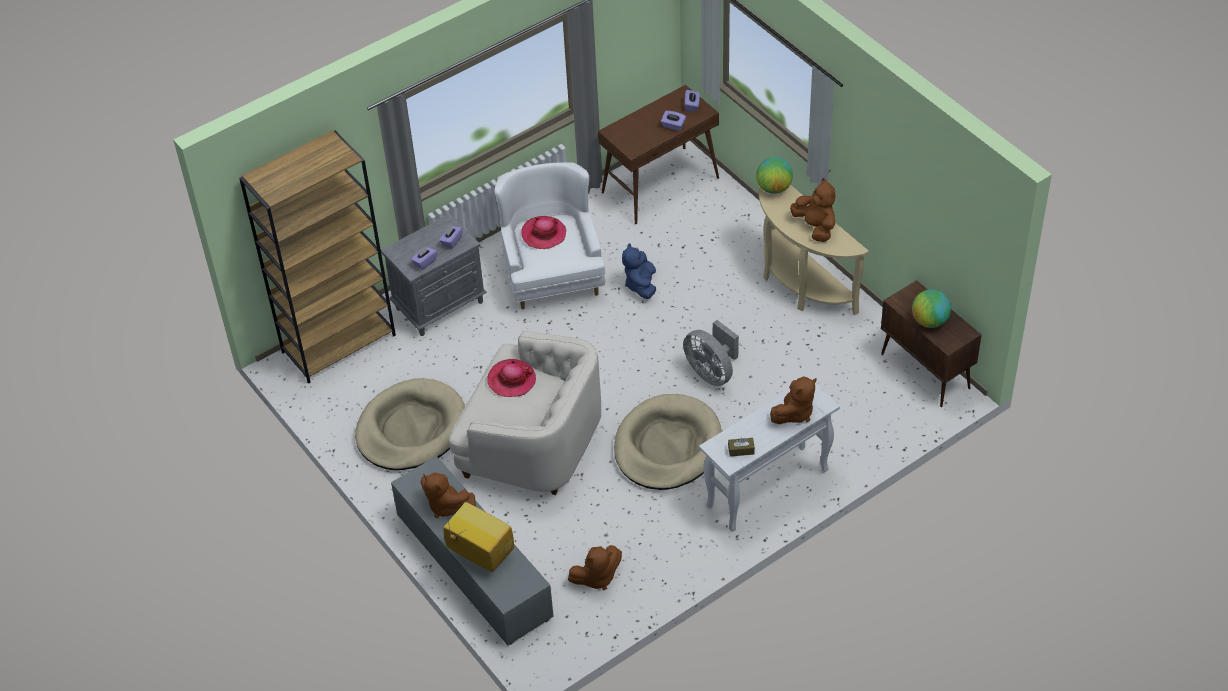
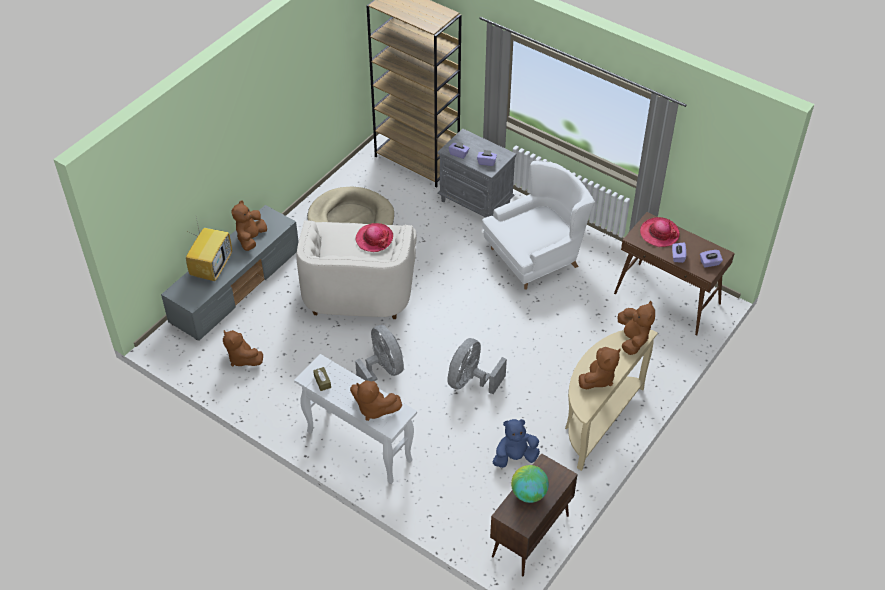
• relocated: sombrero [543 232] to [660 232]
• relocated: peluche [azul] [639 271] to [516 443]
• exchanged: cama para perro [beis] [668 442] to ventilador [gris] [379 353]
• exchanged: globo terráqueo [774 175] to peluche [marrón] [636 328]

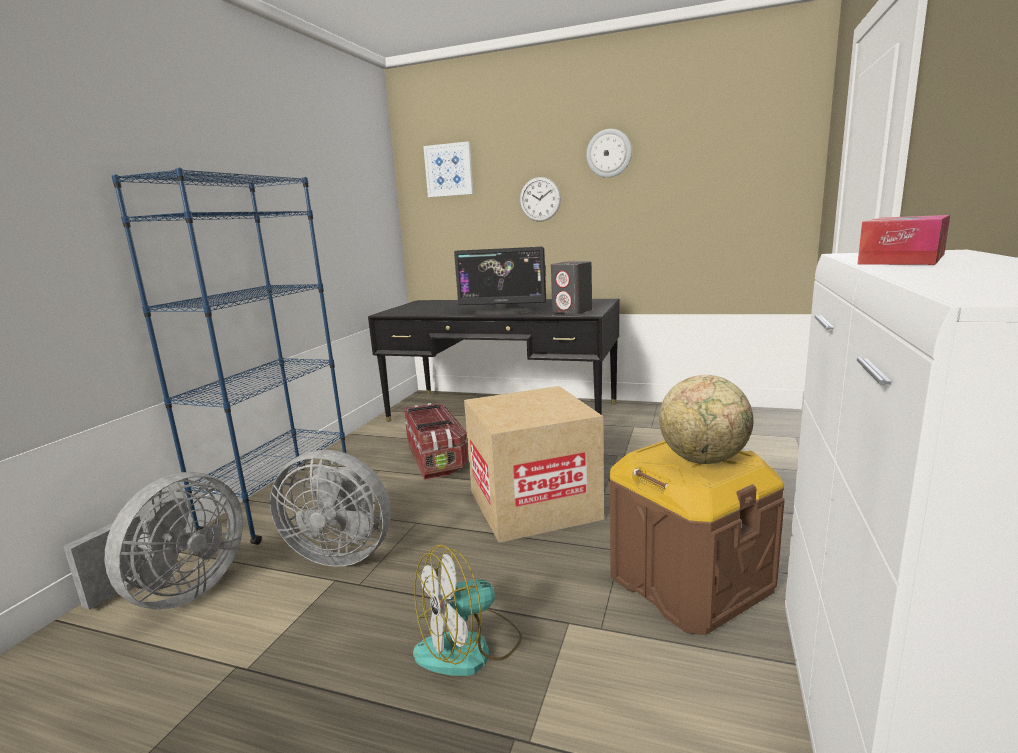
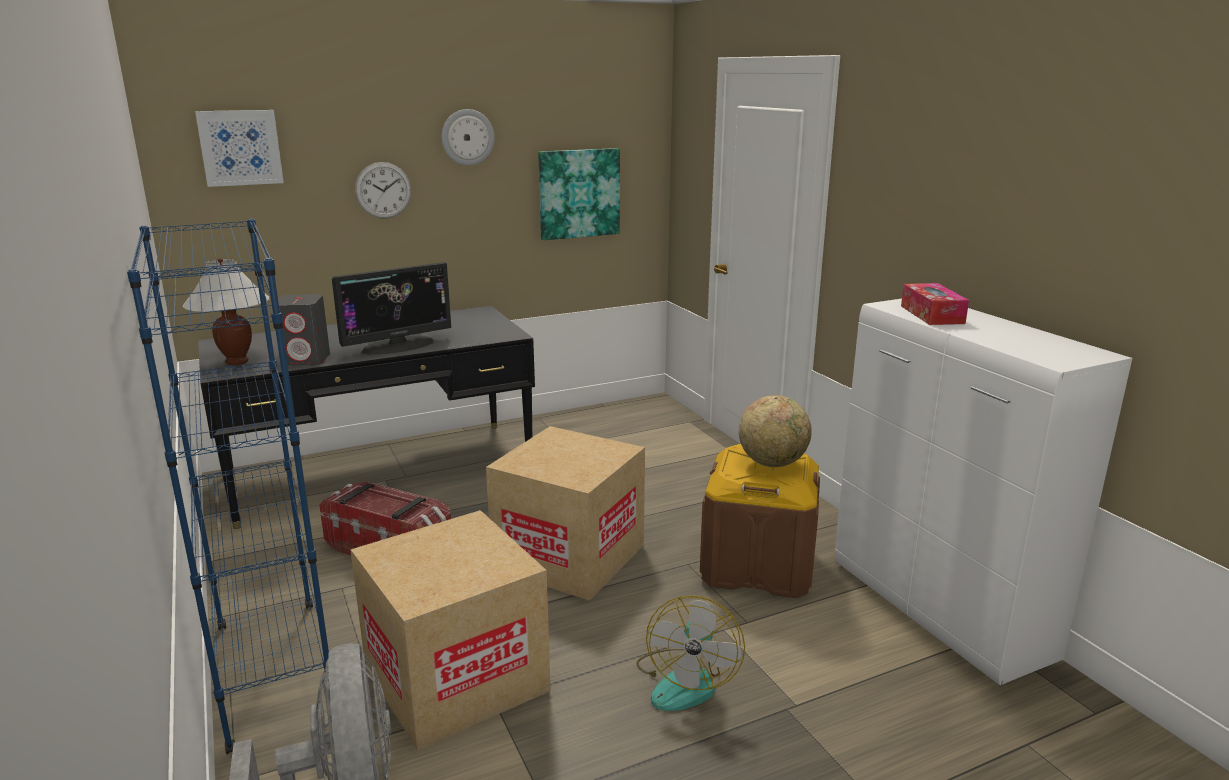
• appeared: lámpara de mesa [blanco] [226 311]
• appeared: cuadro [579 194]
• relocated: altavoz [gris] [571 288] to [304 330]
• exchanged: ventilador [gris] [330 508] to caja de cartón [450 630]

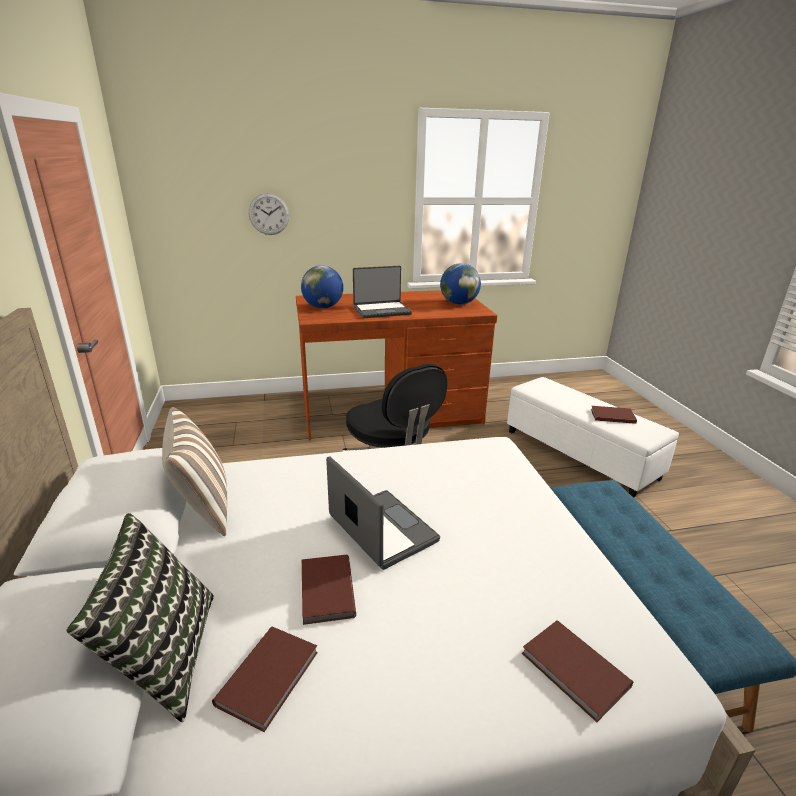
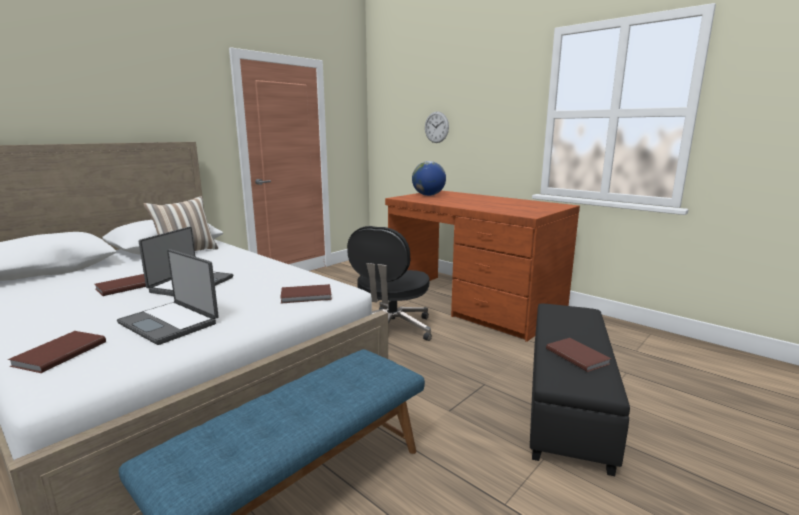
• missing: cojín [140 617]
• missing: globo terráqueo [460 284]
• relocated: libro [marrón] [265 679] to [306 293]
• relocated: portátil [382 292] to [168 297]
• colour: puf [blanco] [593 437] to puf [negro] [580 390]

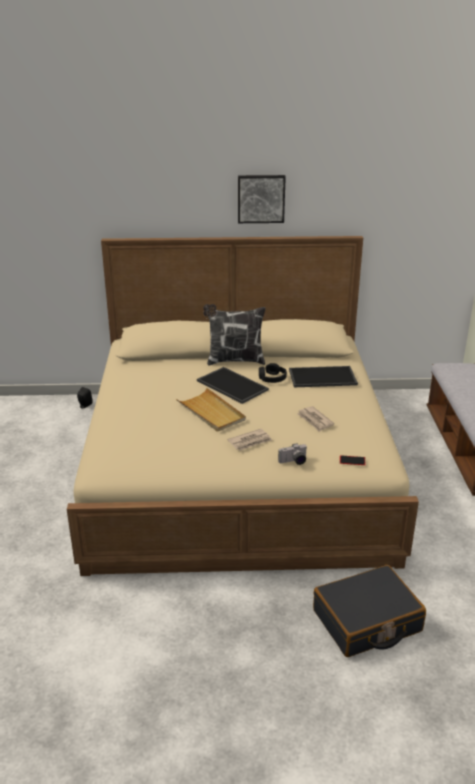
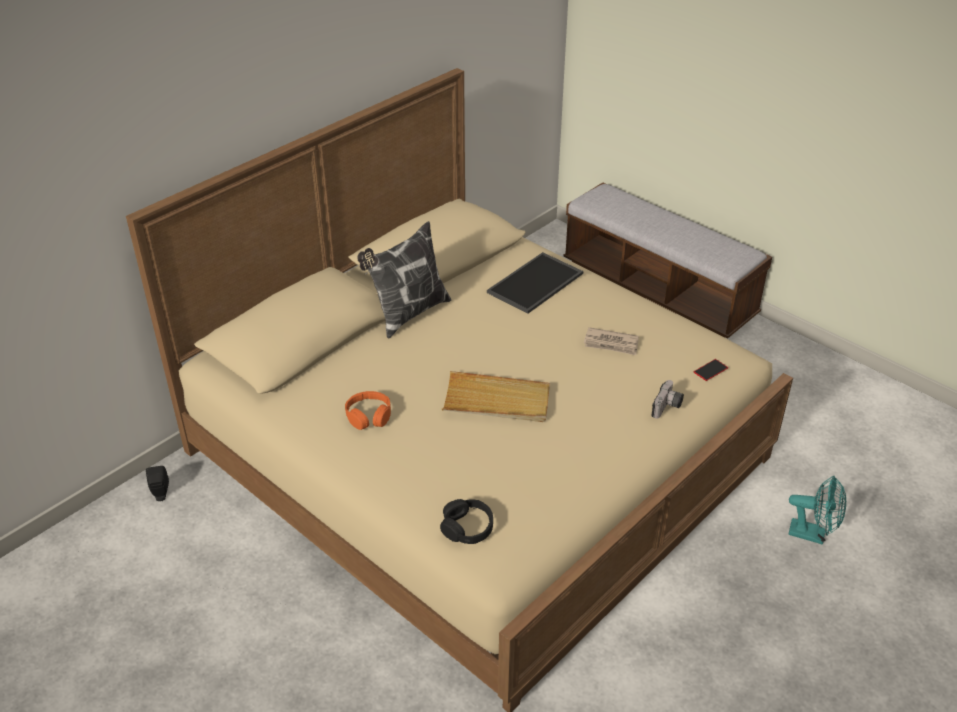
• missing: bandeja [233 385]
• missing: periódico [250 440]
• missing: cuadro [262 199]
• appeared: auriculares [naranja] [368 410]
• relocated: auriculares [negro] [273 373] to [466 521]
• exchanged: maleta [negro] [369 611] to ventilador [turquesa] [817 510]

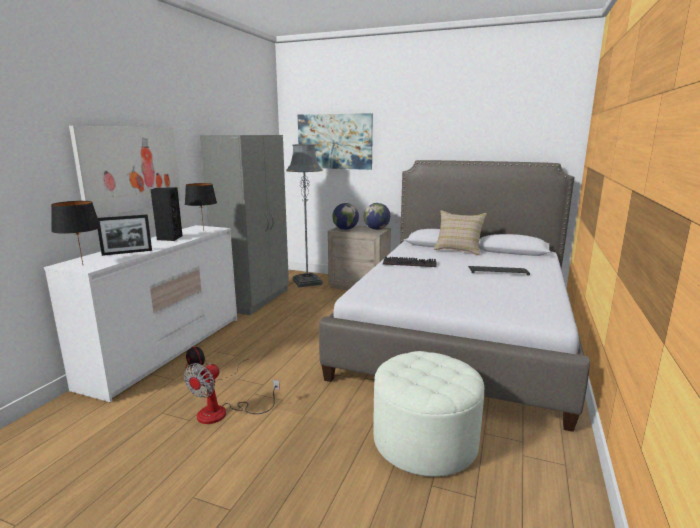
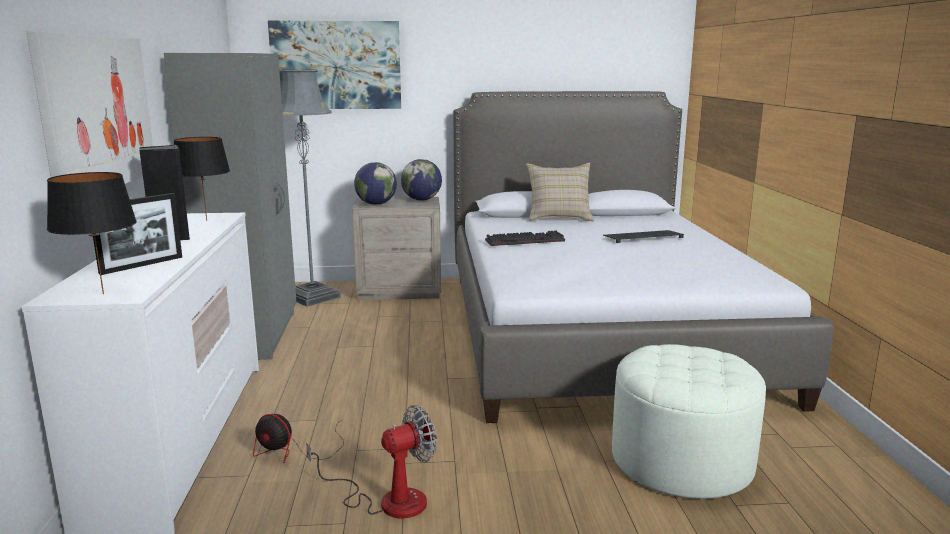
• spun: ventilador [232 393] = [371 461] 120 degrees counterclockwise

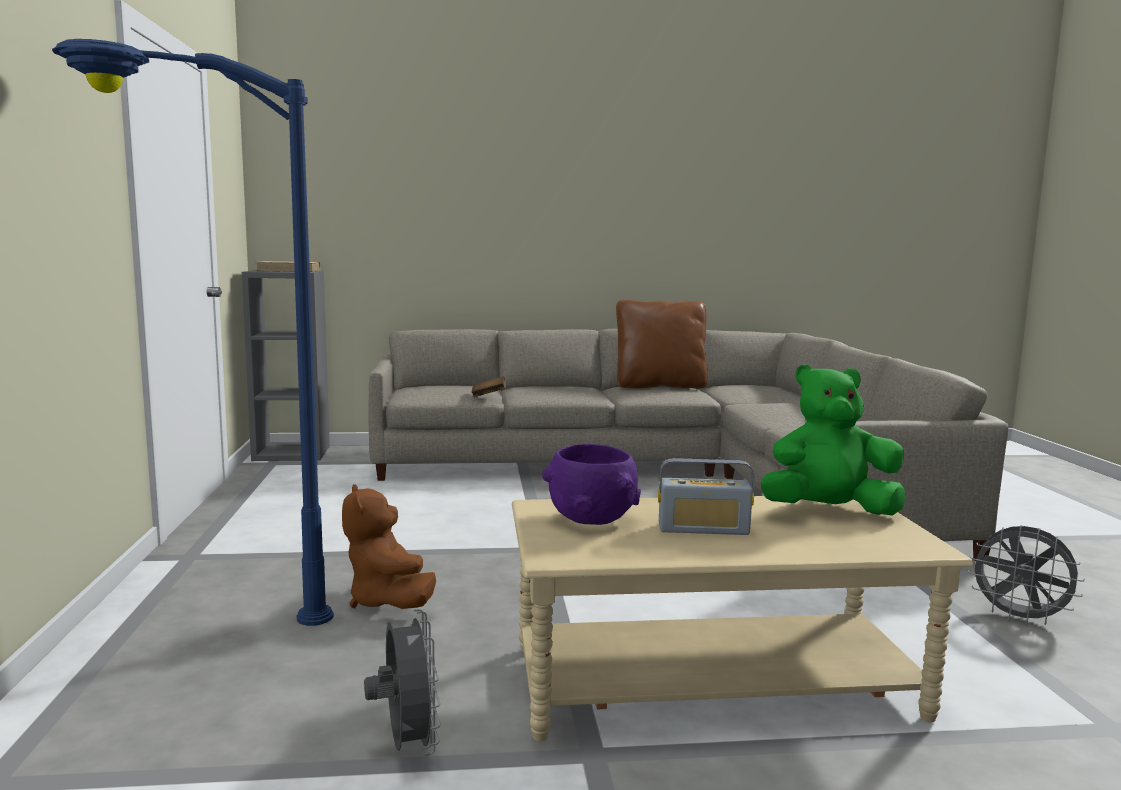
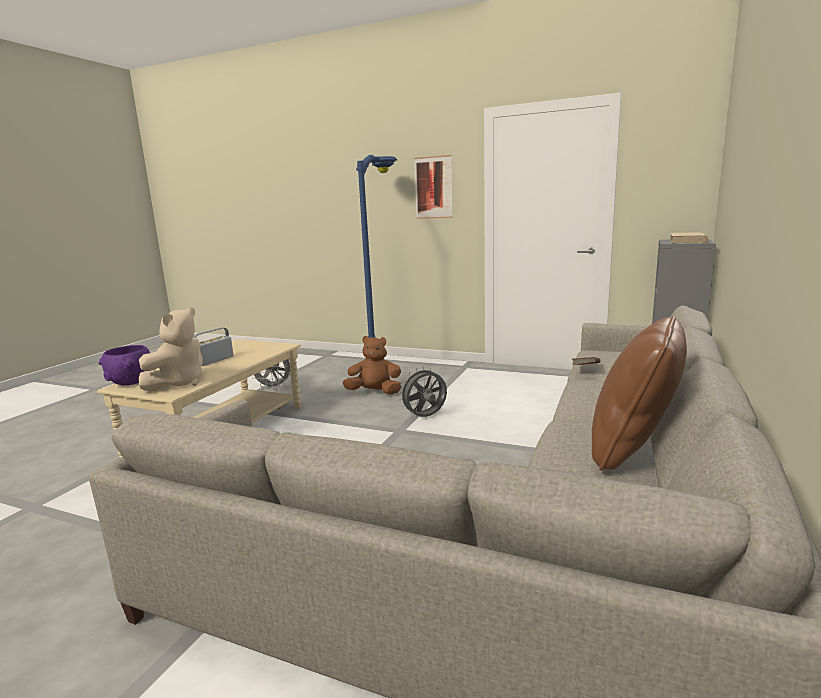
• appeared: cuadro [433 187]
• relocated: cuenco [morado] [591 484] to [125 365]
• relocated: ventilador [gris] [1026 575] to [422 392]
• colour: peluche [verde] [833 440] to peluche [beis] [171 349]

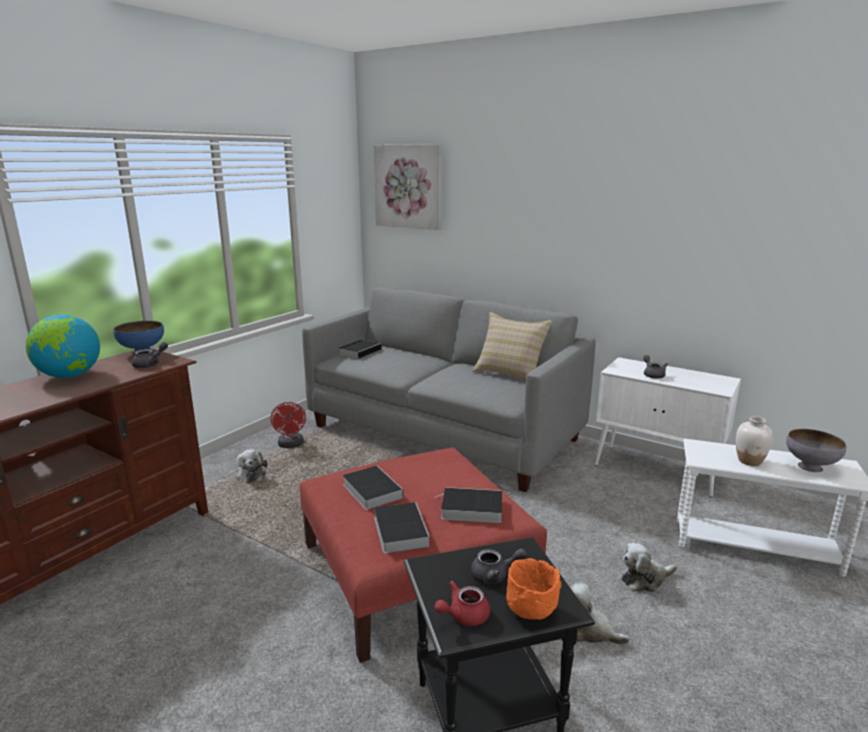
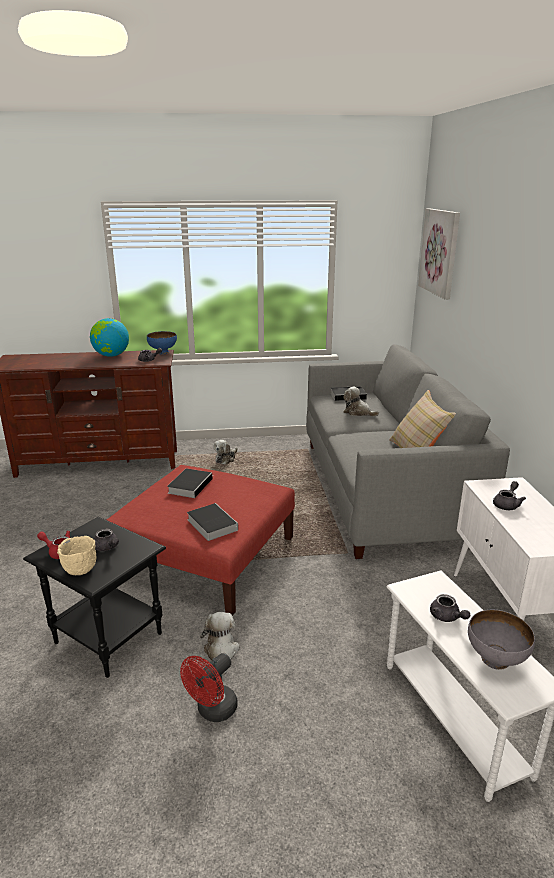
• missing: libro [402 527]
• relocated: ventilador [rojo] [288 425] to [209 687]
• relocated: peluche [649 567] to [361 401]
• exchanged: florero [blanco] [754 441] to tetera [gris] [450 608]
• colour: cuenco [naranja] [533 589] to cuenco [beis] [77 555]

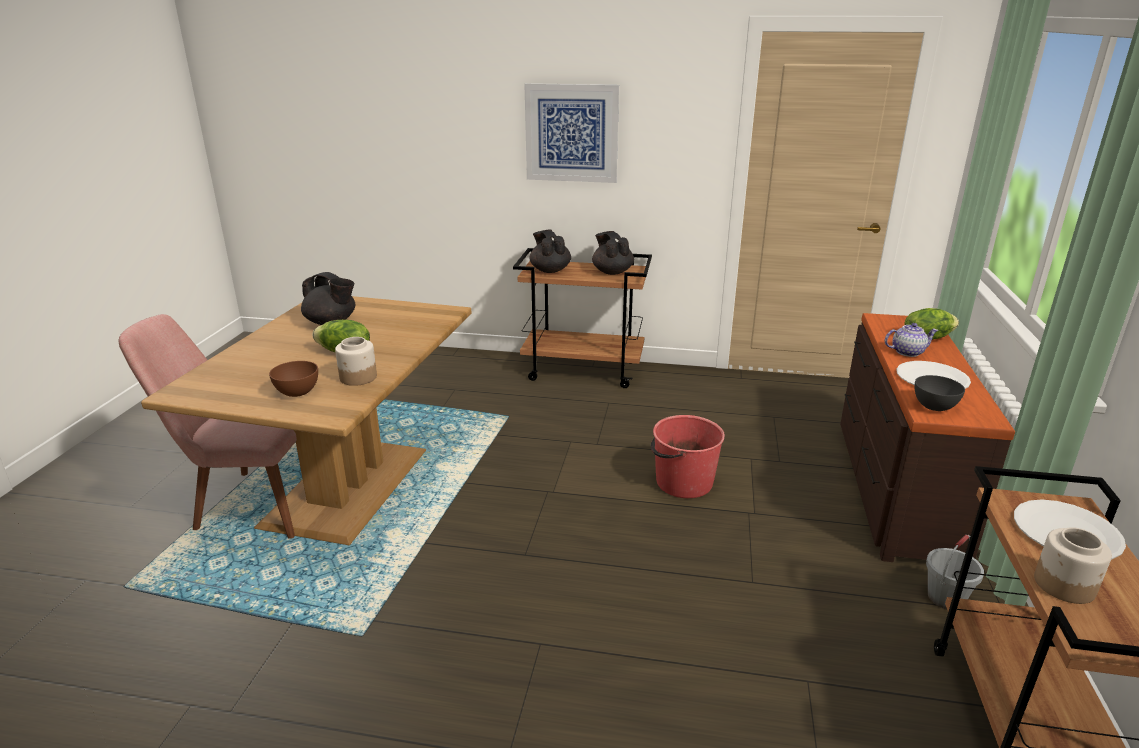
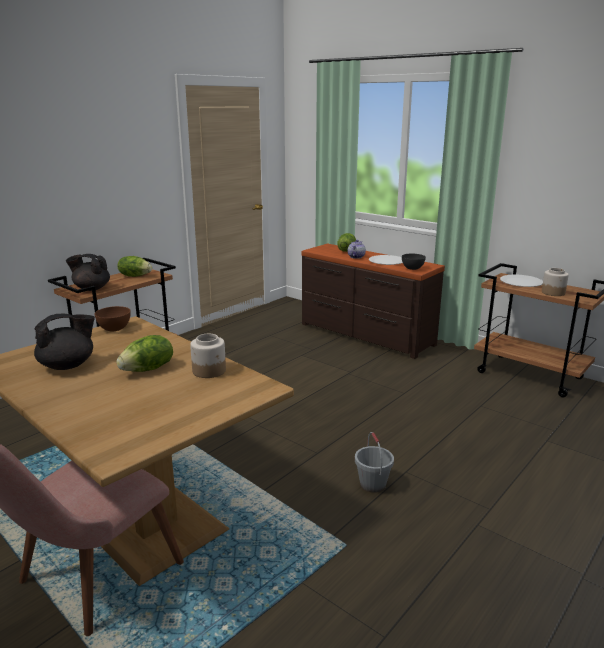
• missing: cuadro [571 133]
• missing: cubo [rojo] [688 456]
• relocated: cuenco [marrón] [293 379] to [113 318]
• relocated: cubo [gris] [955 572] to [374 462]
• exchanged: tetera [negro] [613 253] to lechuga [135 266]

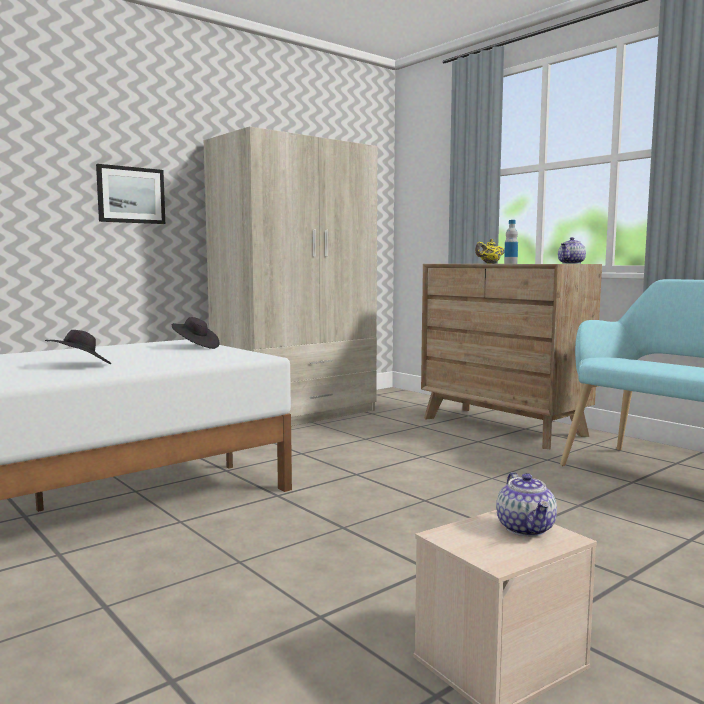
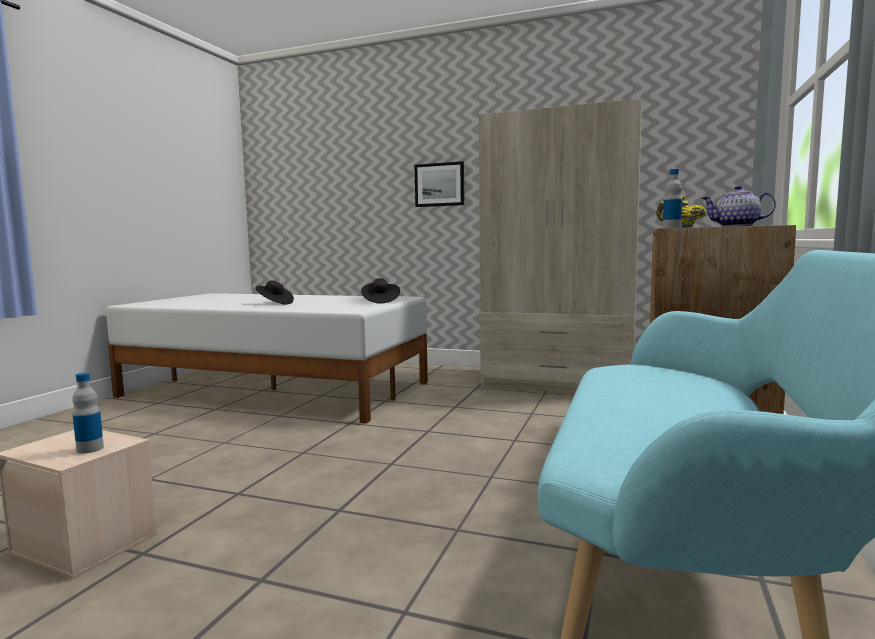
• exchanged: tetera [526 504] to botella [88 413]

